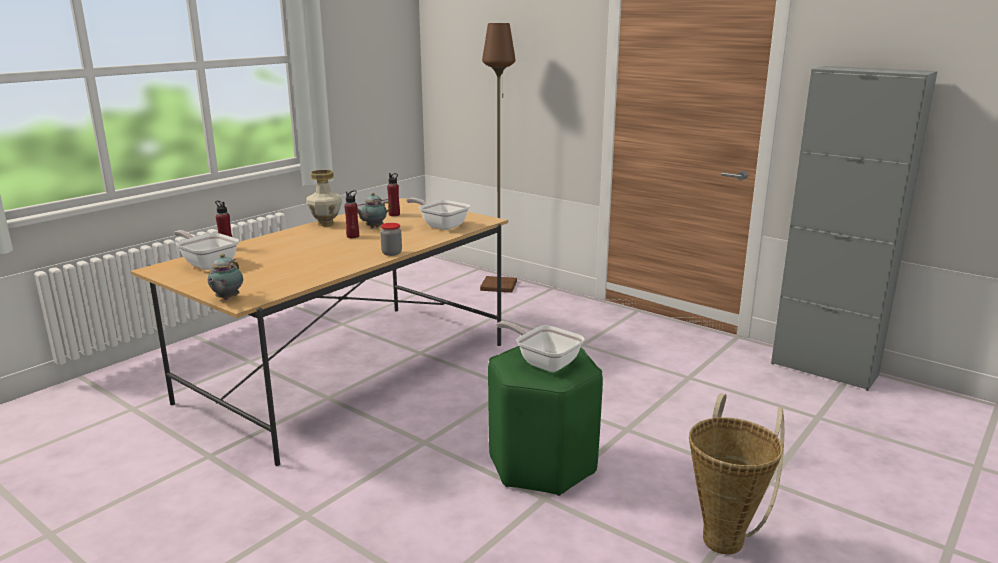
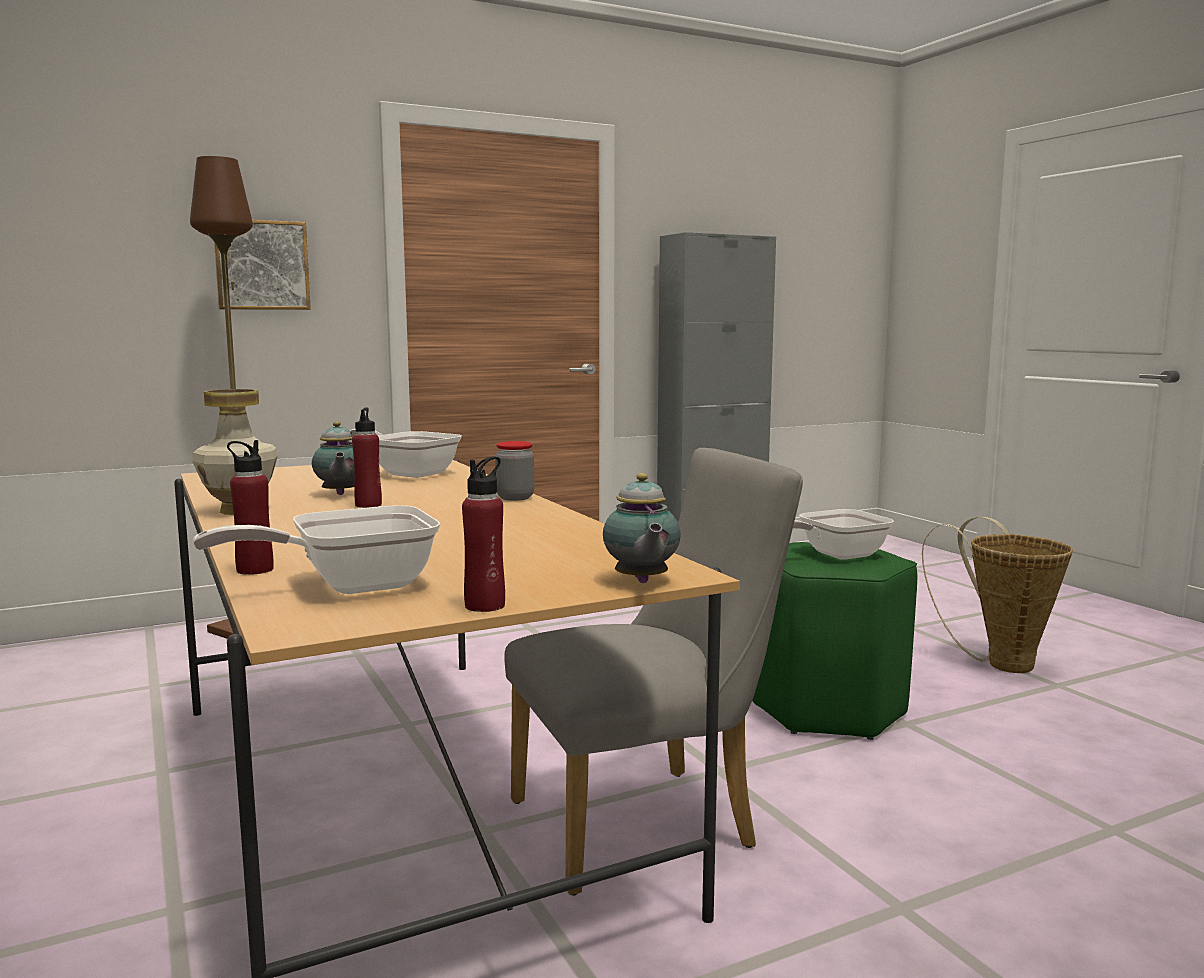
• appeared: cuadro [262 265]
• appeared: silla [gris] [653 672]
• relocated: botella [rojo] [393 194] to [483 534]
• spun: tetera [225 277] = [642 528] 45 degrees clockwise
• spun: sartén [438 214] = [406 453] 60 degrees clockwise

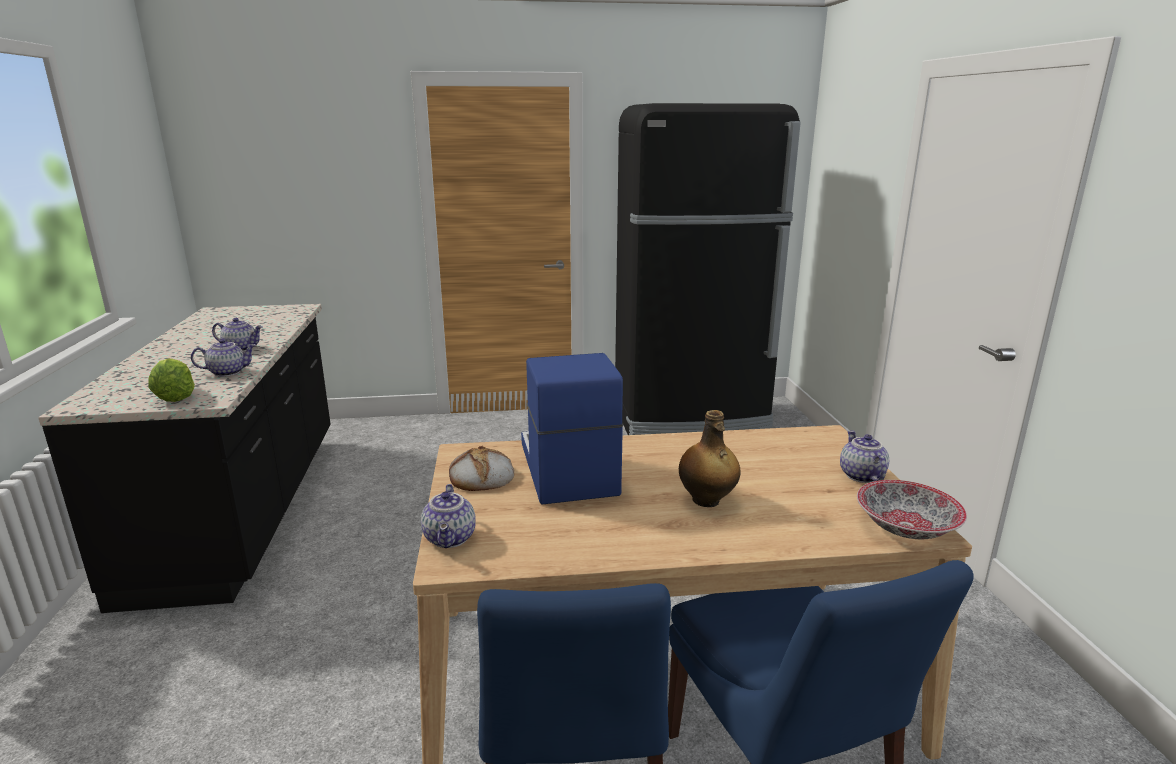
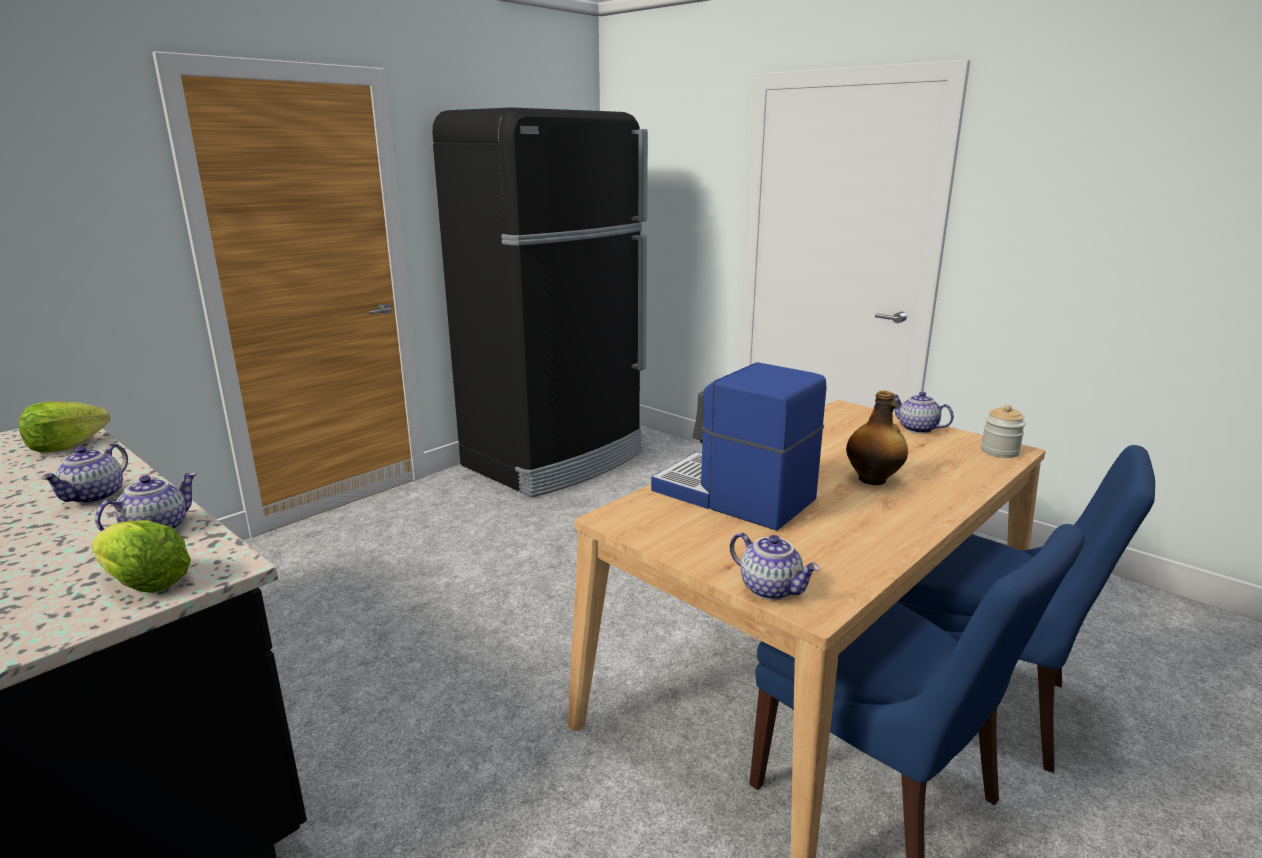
• missing: pan [481 468]
• appeared: lechuga [64 427]
• exchanged: cuenco [912 509] to tarro [1003 431]
• spun: tetera [237 335] = [84 473] 135 degrees clockwise

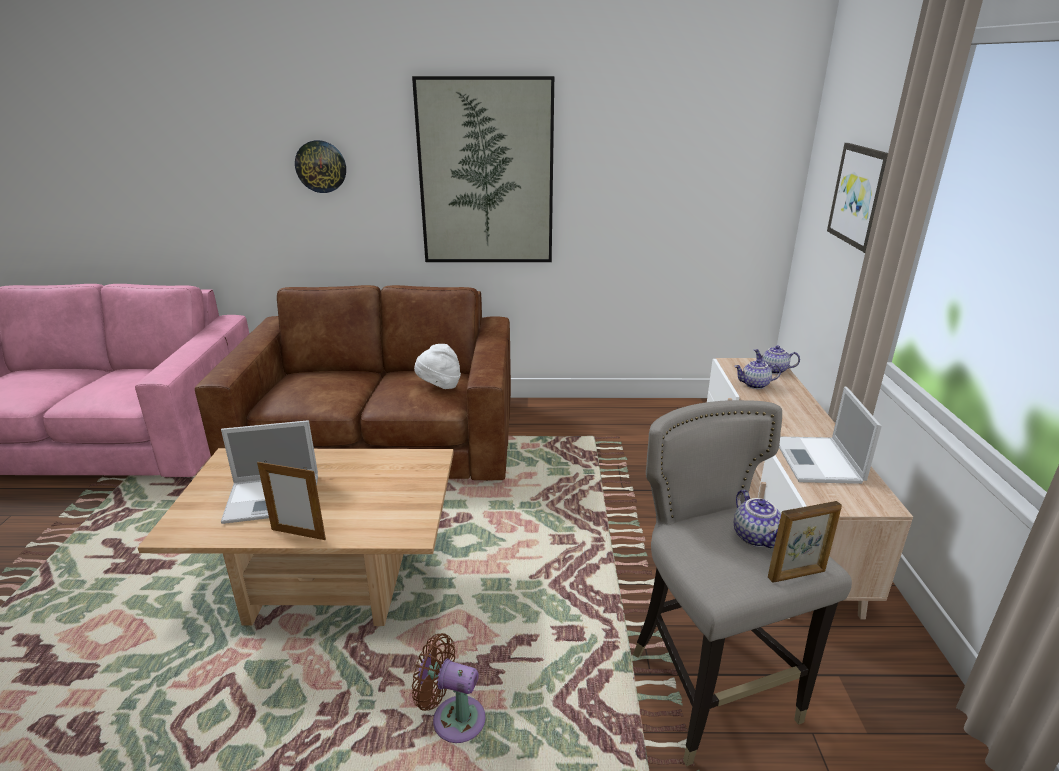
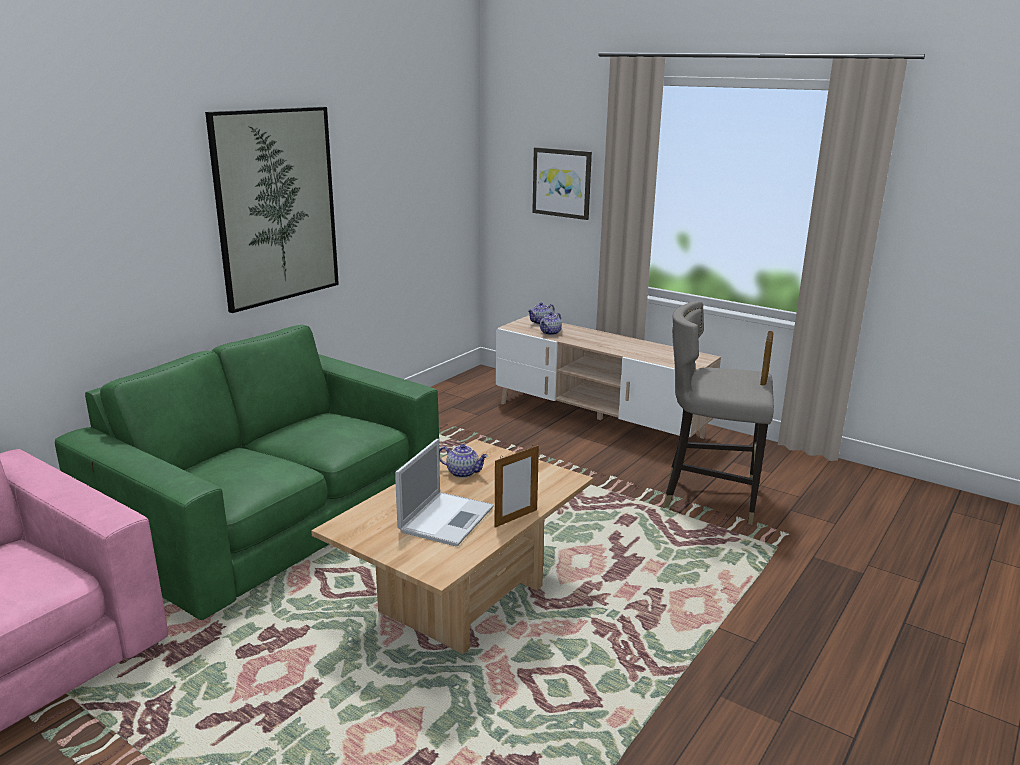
• missing: reloj de pared [320 166]
• missing: ventilador [marrón] [449 688]
• missing: sombrero [blanco] [437 366]
• missing: portátil [830 435]
• relocated: tetera [757 519] to [463 461]
• colour: sofá [marrón] [353 382] to sofá [verde] [247 472]

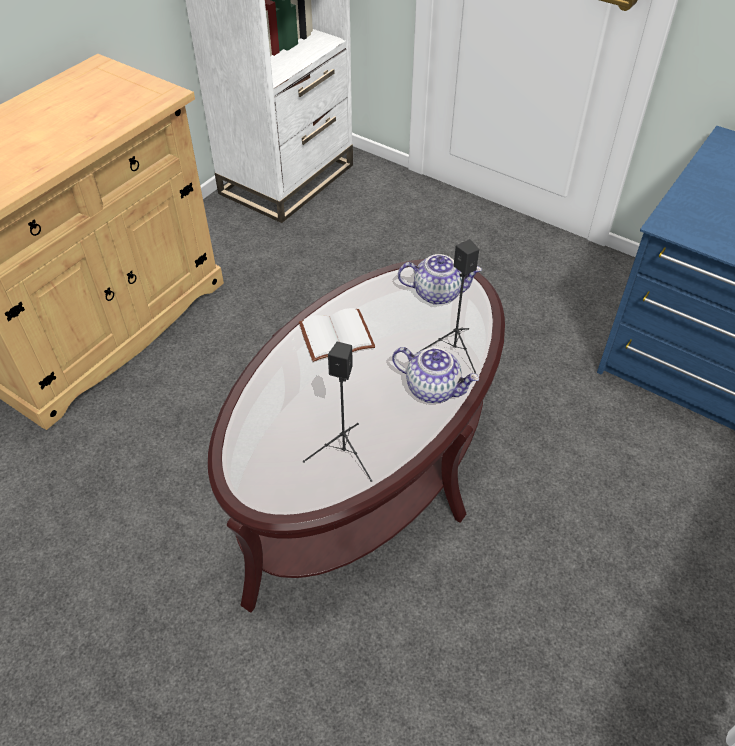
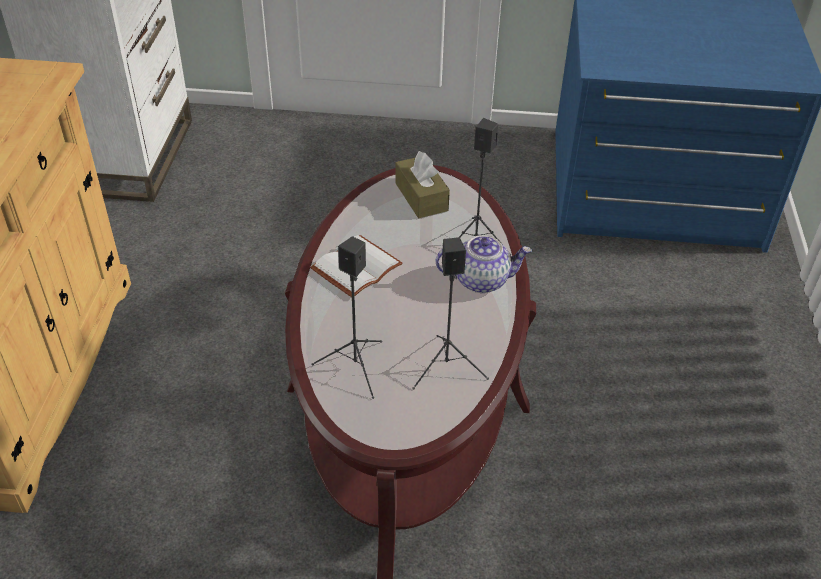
• appeared: altavoz [negro] [347 317]
• exchanged: tetera [440 279] to caja de pañuelos [marrón] [422 184]

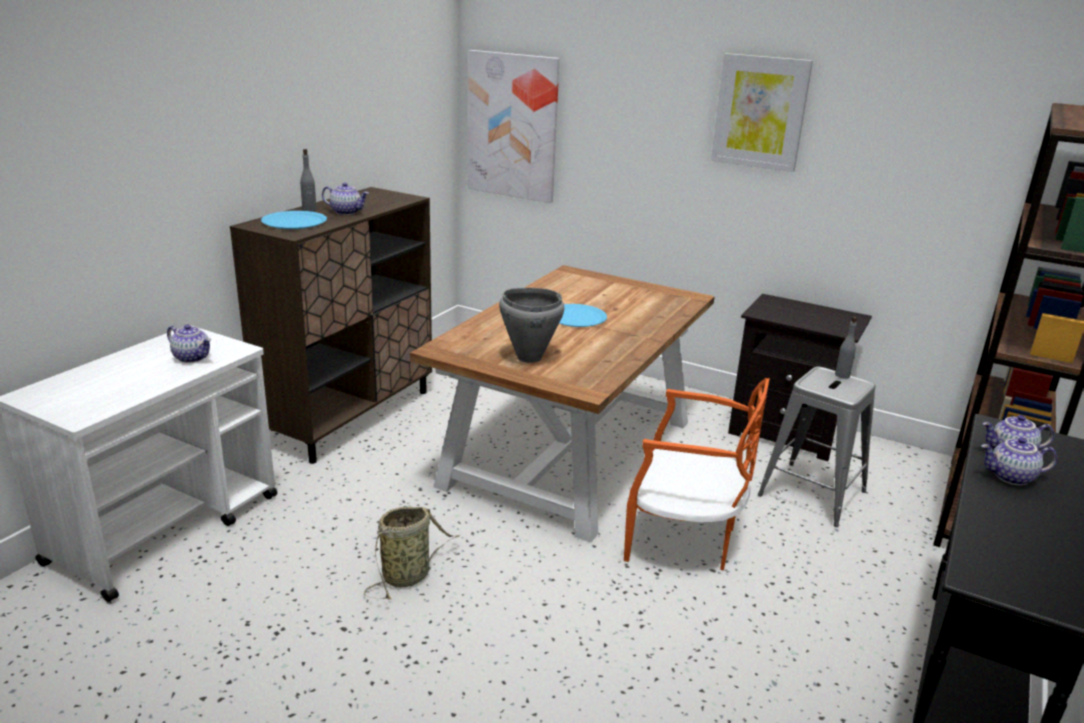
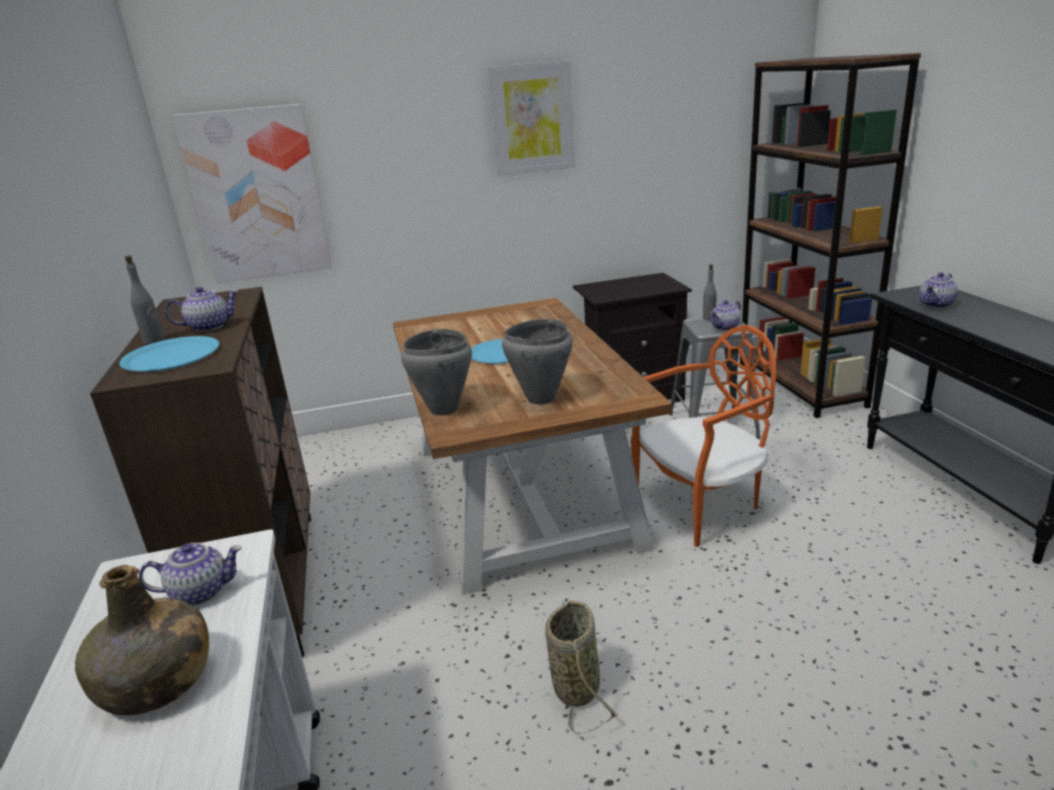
• appeared: botella [verde] [142 640]
• appeared: olla [gris] [436 372]
• relocated: tetera [1019 461] to [725 315]

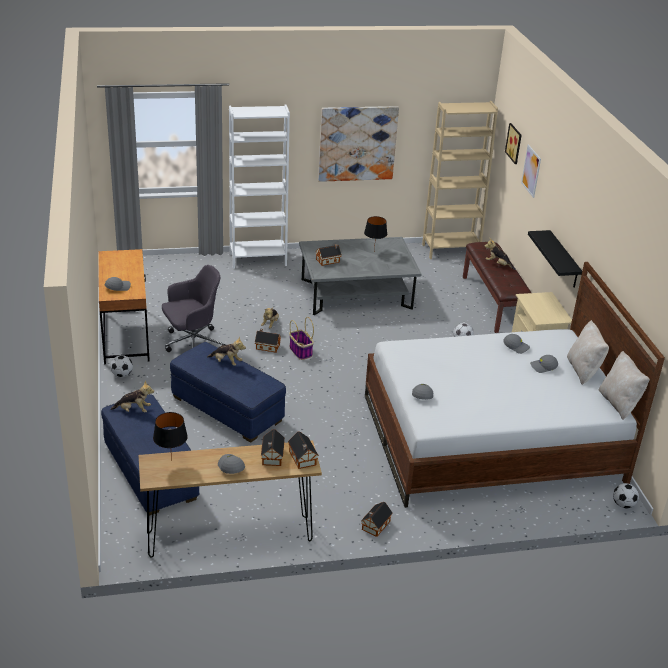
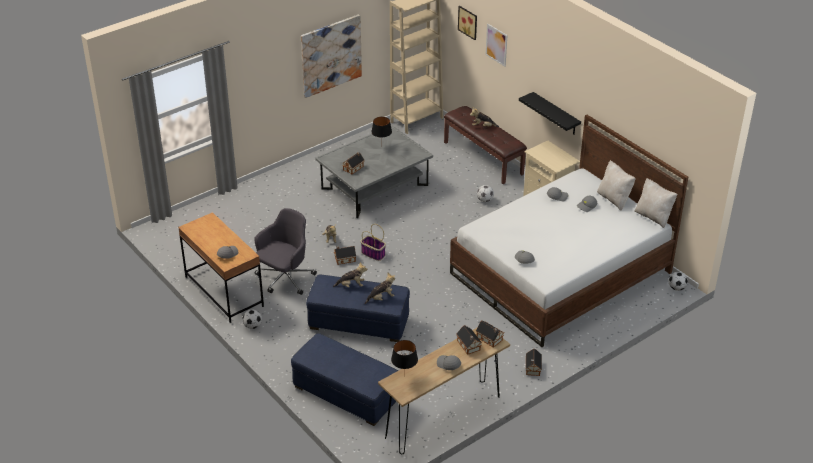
• missing: estantería [blanco] [259 187]
• relocated: peluche [132 396] to [380 288]

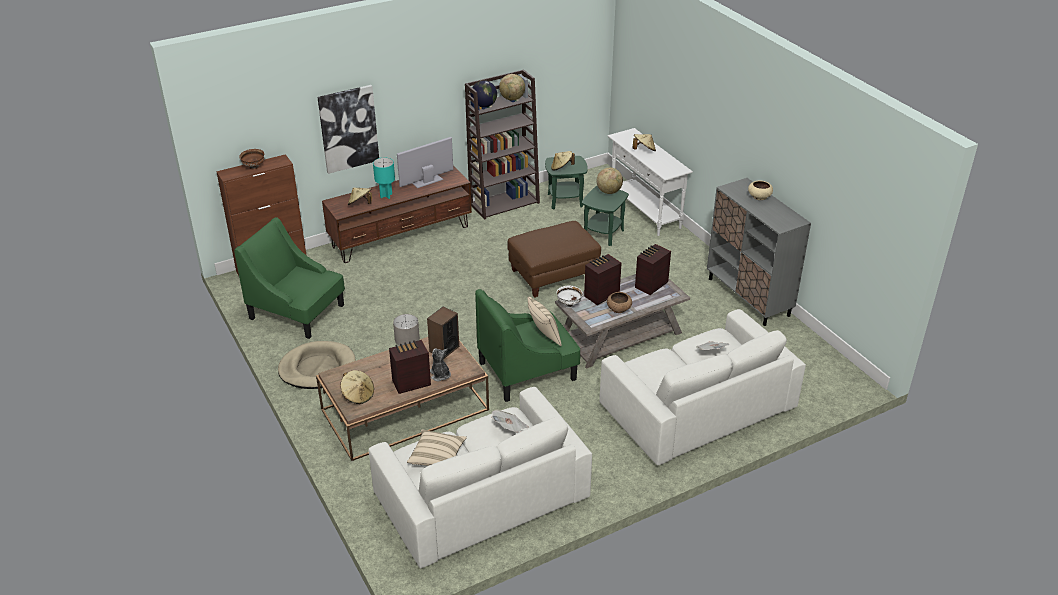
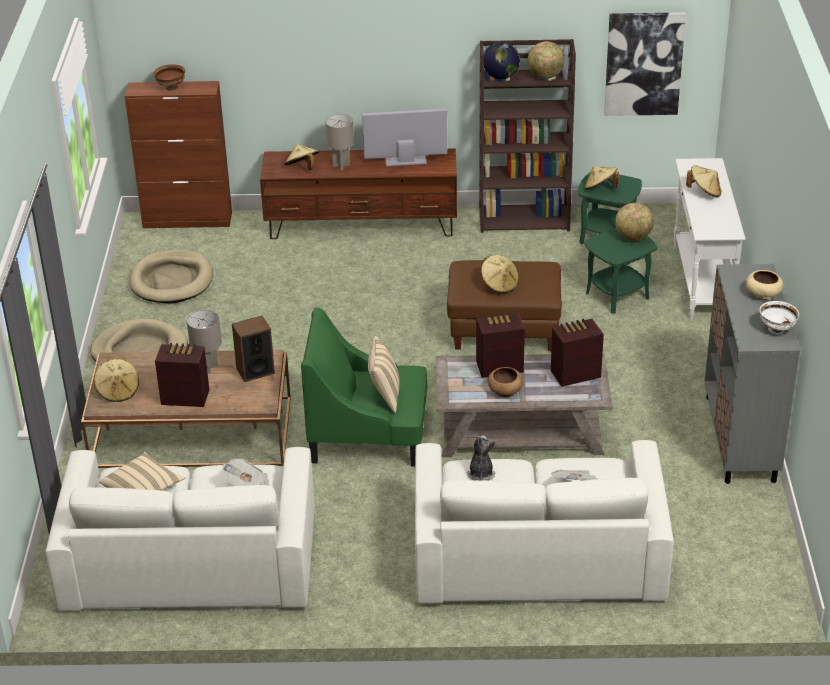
• appeared: sombrero [beis] [500 274]
• relocated: cuadro [348 129] to [645 64]
• relocated: peluche [440 364] to [481 458]
• relocated: cuenco [blanco] [569 296] to [779 317]
• exchanged: sillón [verde] [289 278] to cama para perro [beis] [171 277]
• colour: lámpara de mesa [turquesa] [384 178] to lámpara de mesa [gris] [339 142]

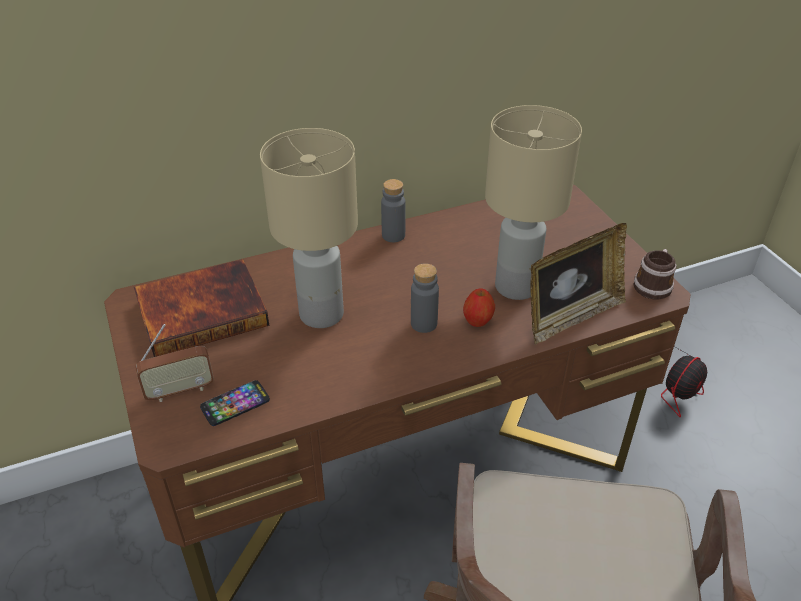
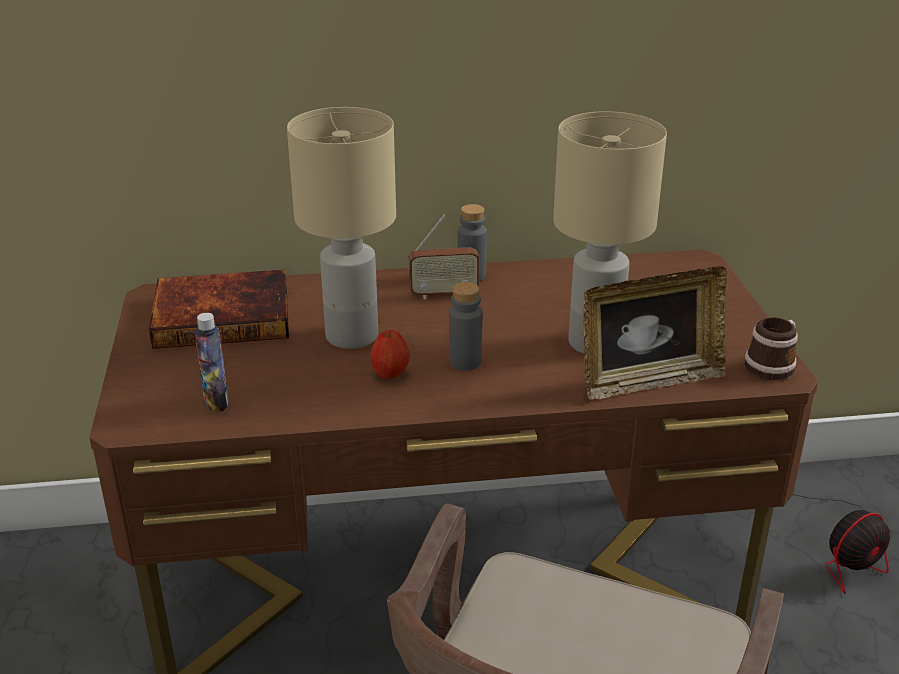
• relocated: radio [174 363] to [444 257]
• relocated: manzana [479 307] to [390 354]
• exchanged: móvil [235 403] to botella [211 362]

